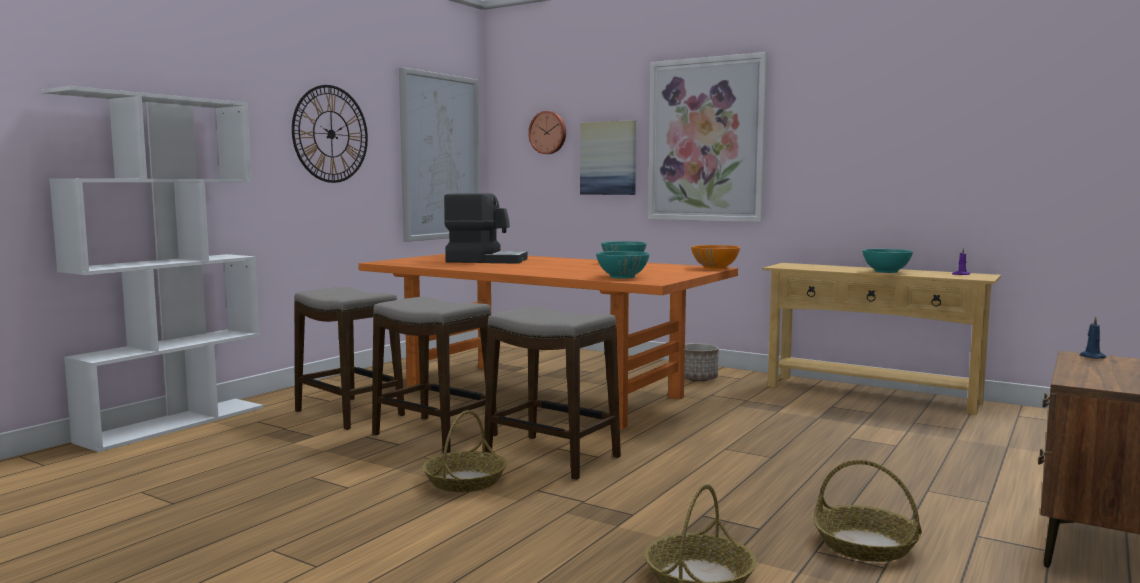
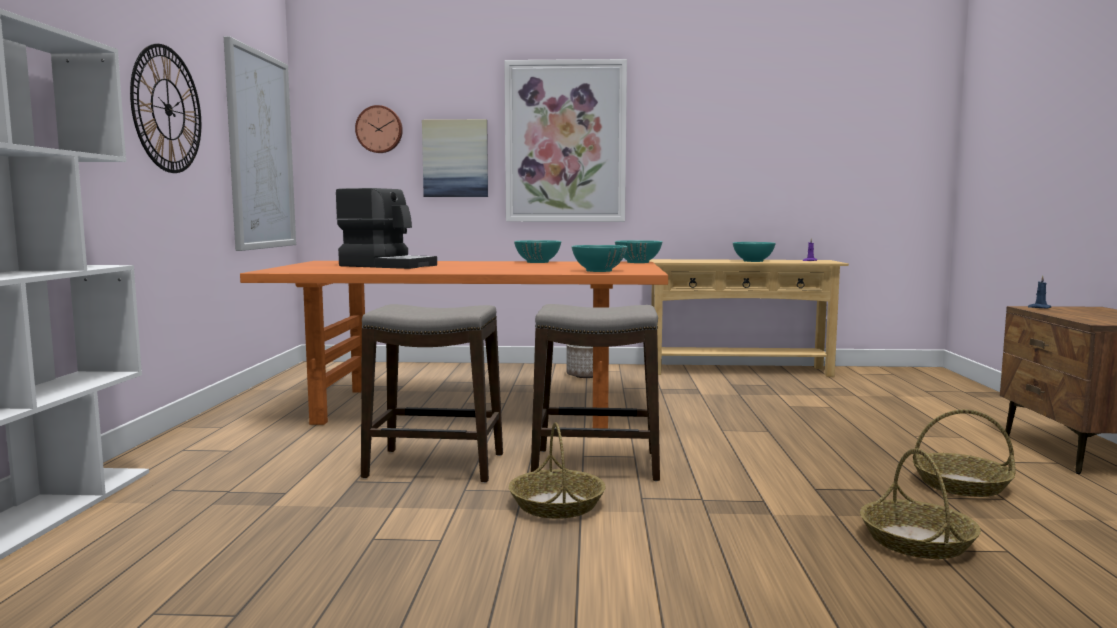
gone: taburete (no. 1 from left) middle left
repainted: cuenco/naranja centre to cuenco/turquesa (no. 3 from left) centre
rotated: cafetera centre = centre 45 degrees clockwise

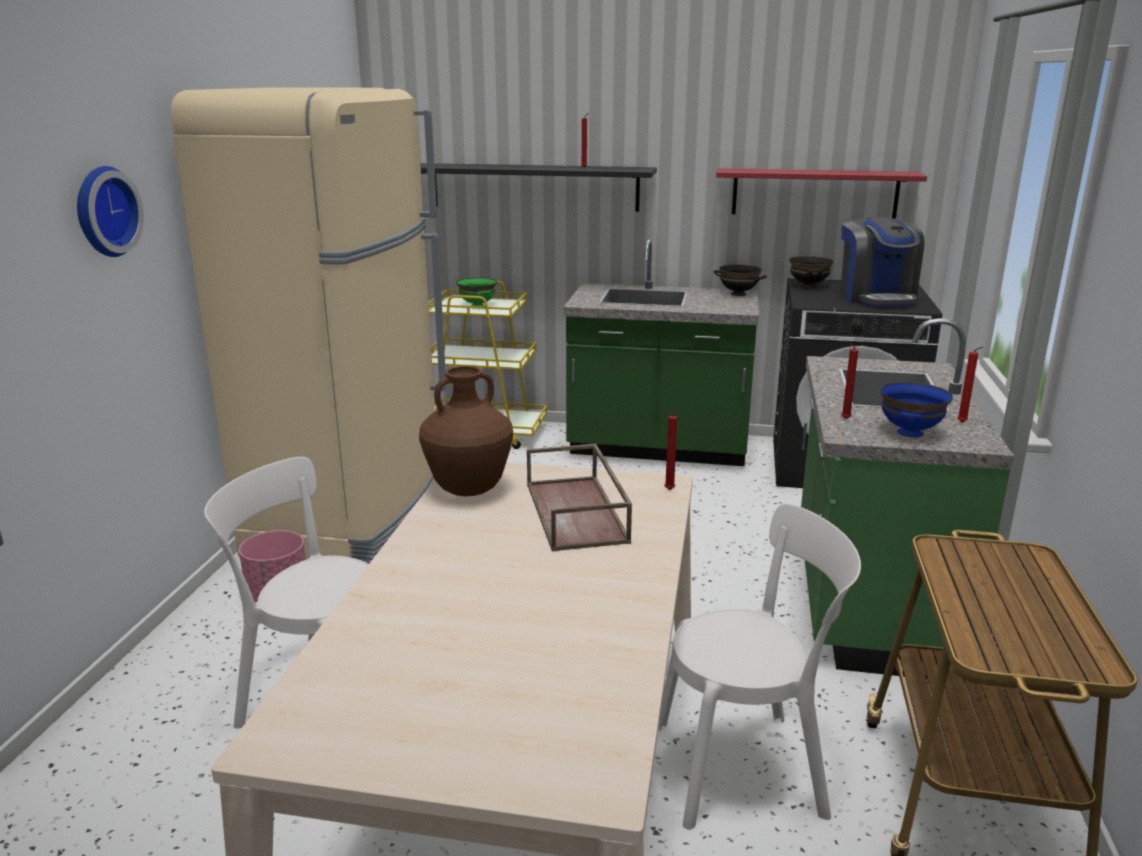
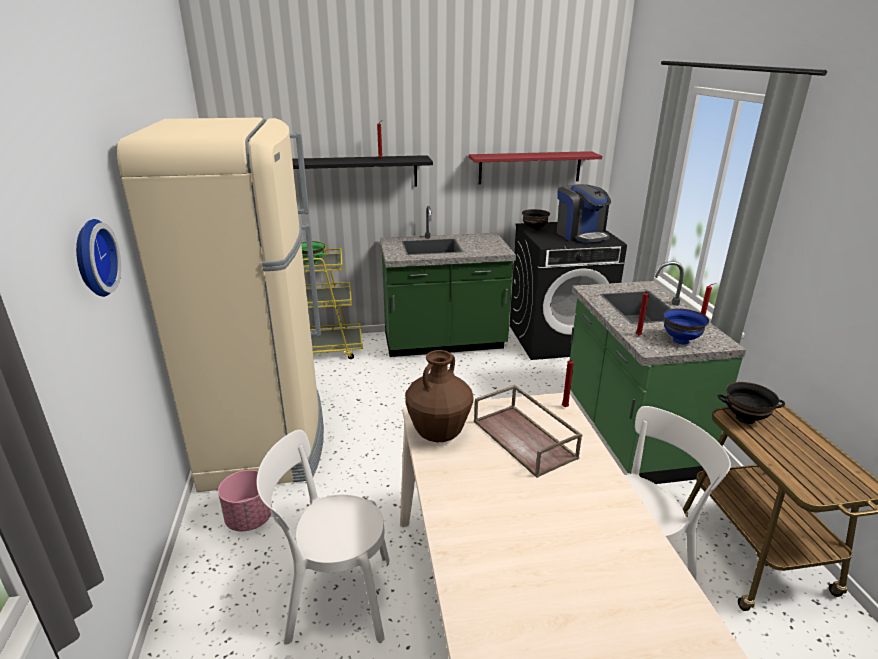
shifted: cuenco/negro (no. 1 from left in the first image) top centre to cuenco/negro (no. 2 from left) middle right

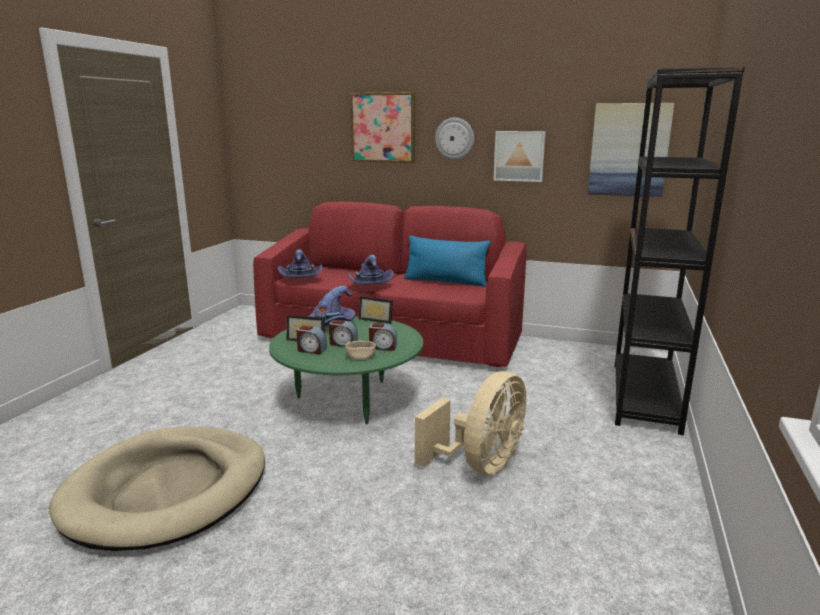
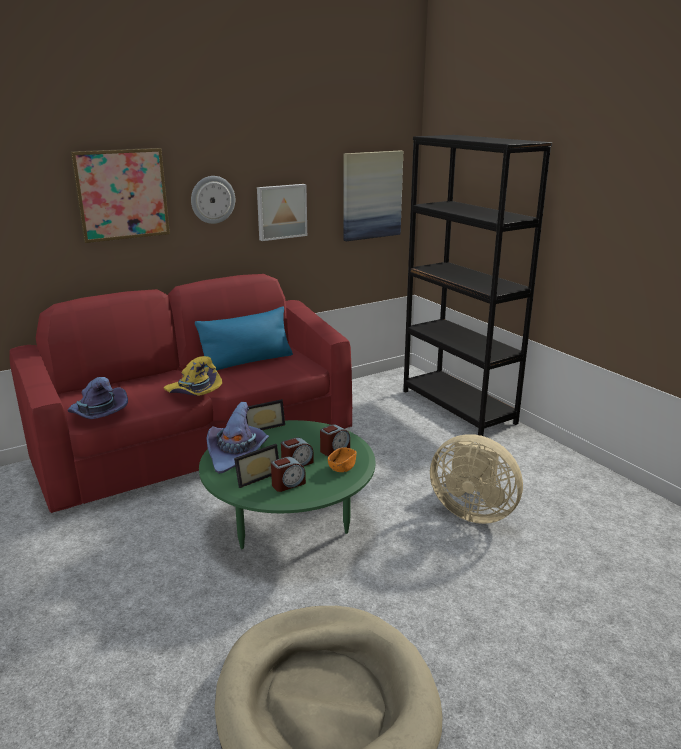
repainted: sombrero/morado (no. 3 from left) centre to sombrero/amarillo middle left; cuenco/beis centre to cuenco/naranja centre
rotated: ventilador/beis bottom centre = middle right 135 degrees clockwise

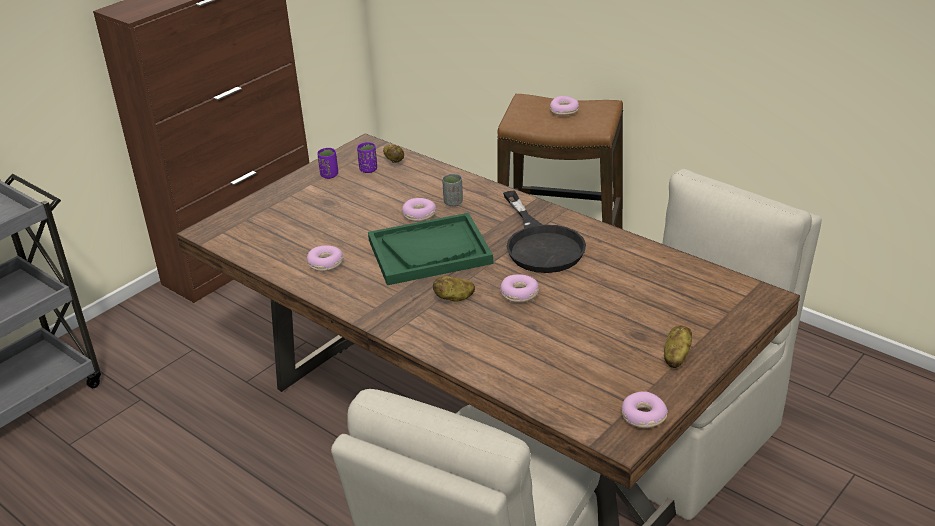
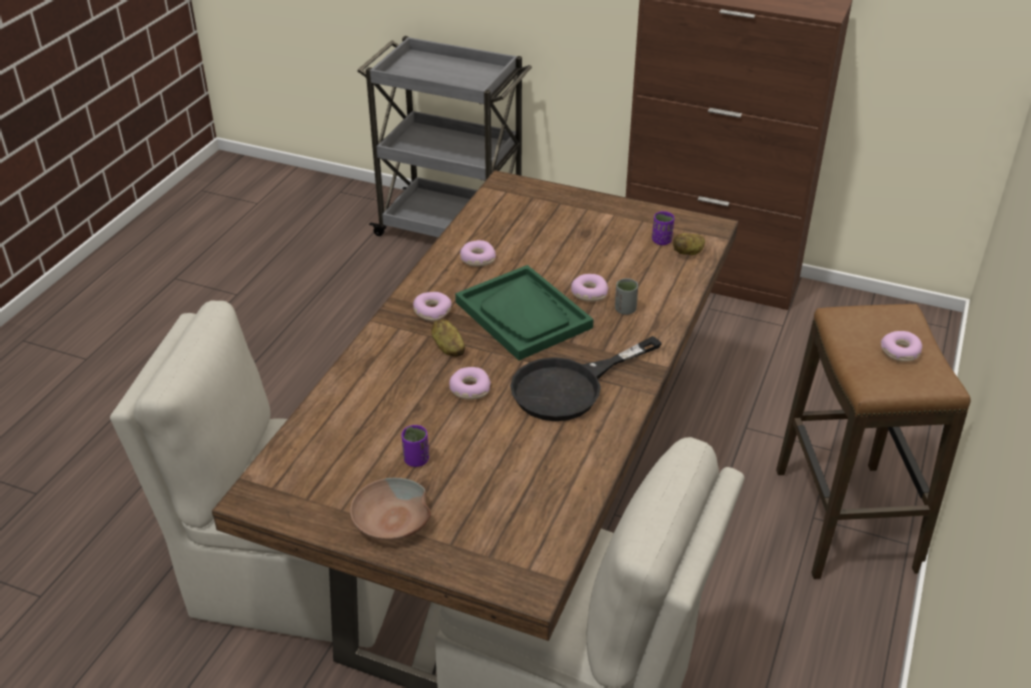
shifted: taza/morado (no. 1 from left) top centre to centre; rosquilla (no. 5 from left in the first image) bottom right to rosquilla (no. 1 from left) centre
swapped: patata (no. 3 from left) middle right to cuenco/marrón bottom centre

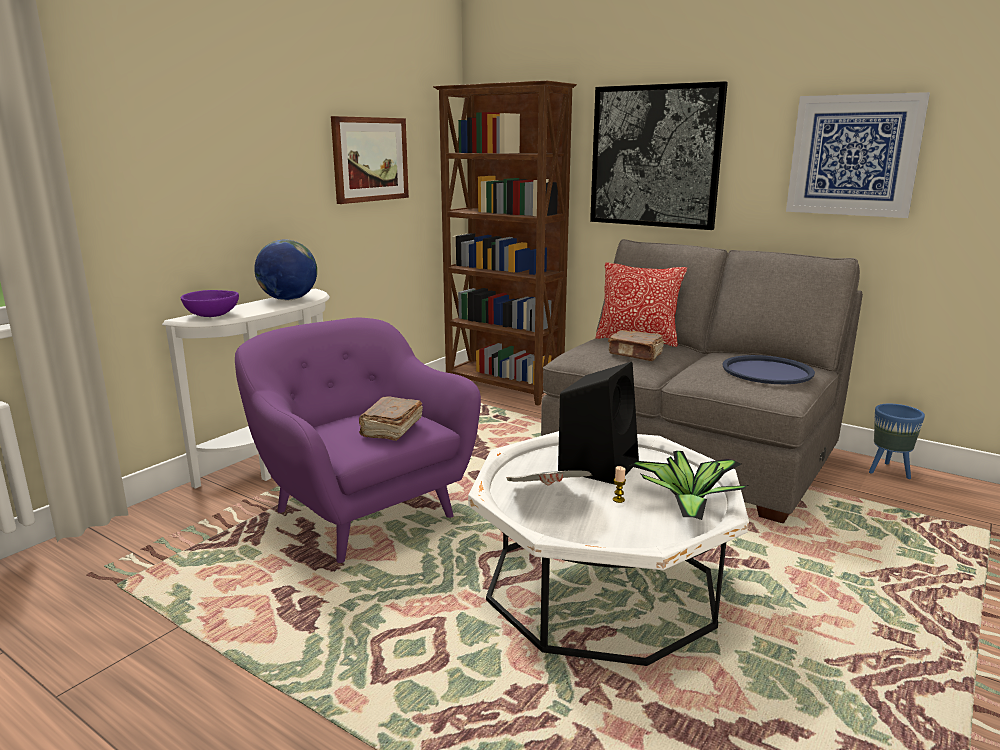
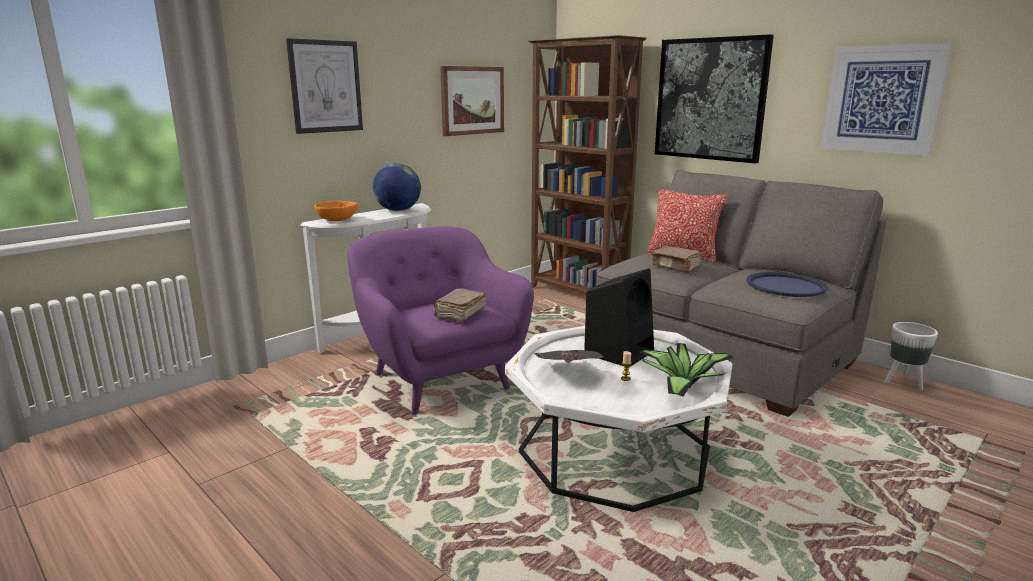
new: cuadro (no. 1 from left) top left
repainted: cuenco/morado middle left to cuenco/naranja middle left; maceta/azul middle right to maceta/blanco middle right

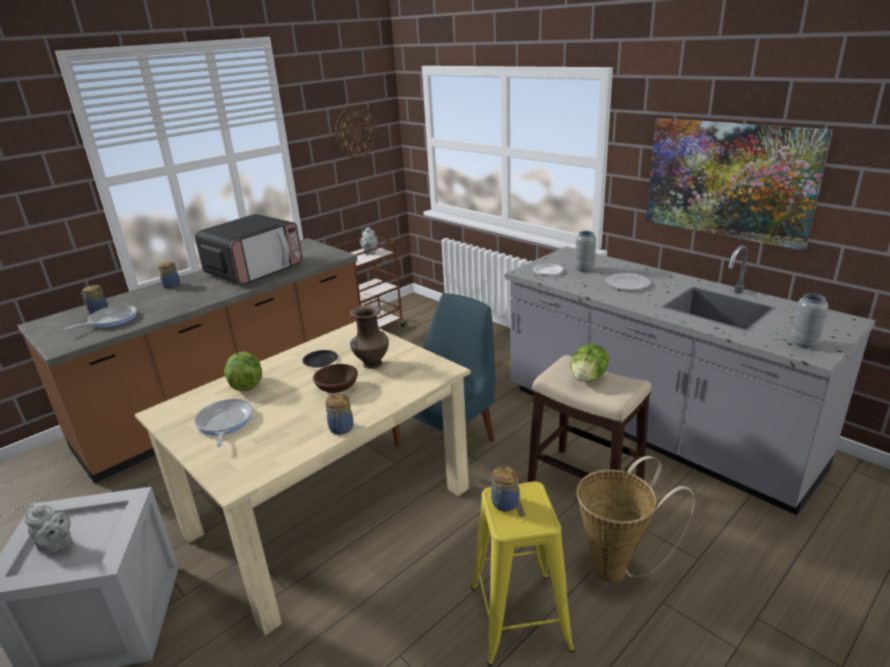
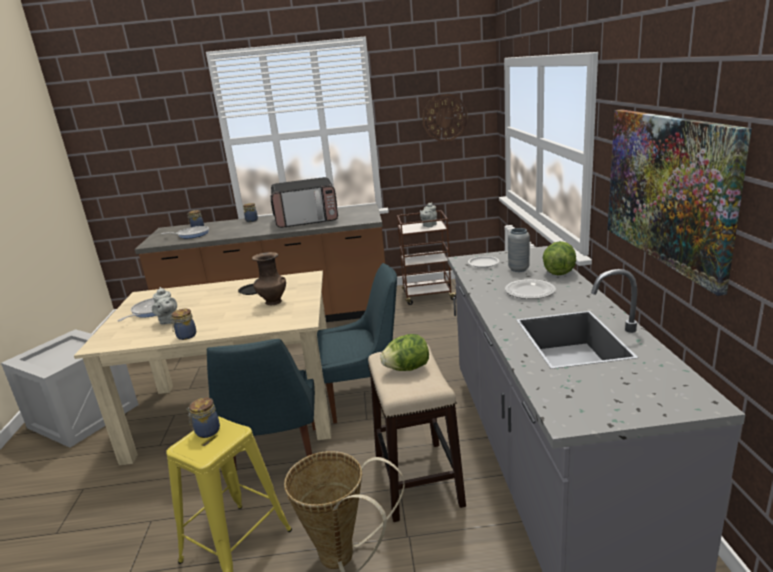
gone: florero/gris (no. 2 from left) middle right; cuenco/marrón centre
new: silla/azul (no. 1 from left) bottom centre
shifted: lechuga (no. 1 from left in the first image) middle left to lechuga (no. 2 from left) middle right; tetera/gris (no. 1 from left) bottom left to middle left

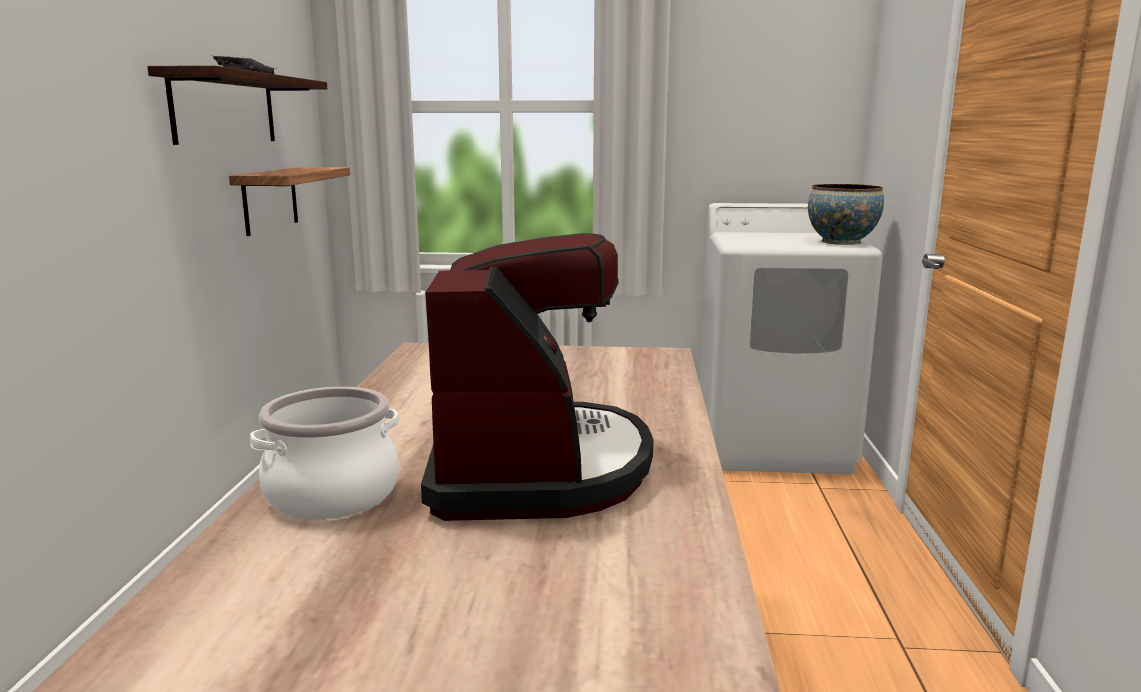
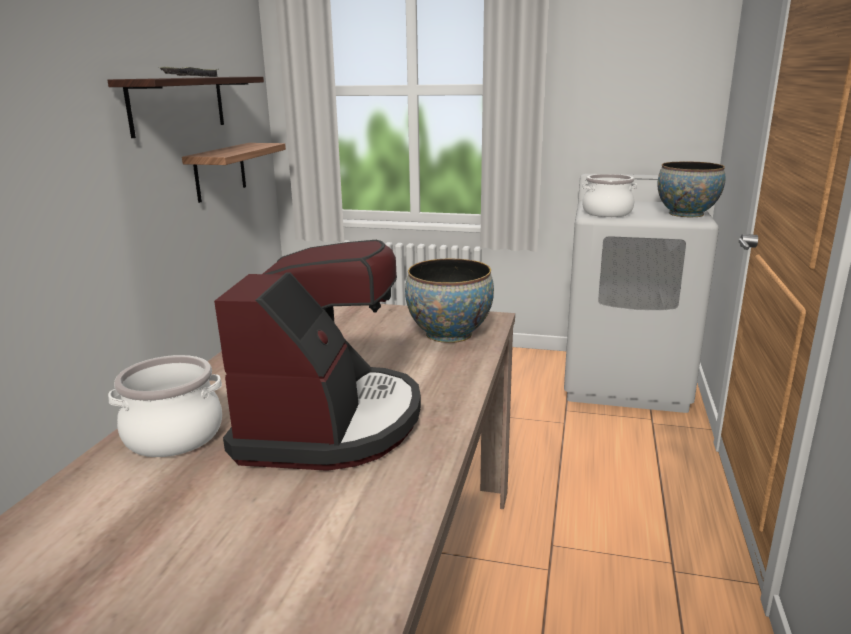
new: olla (no. 2 from left) top right; cuenco (no. 1 from left) centre

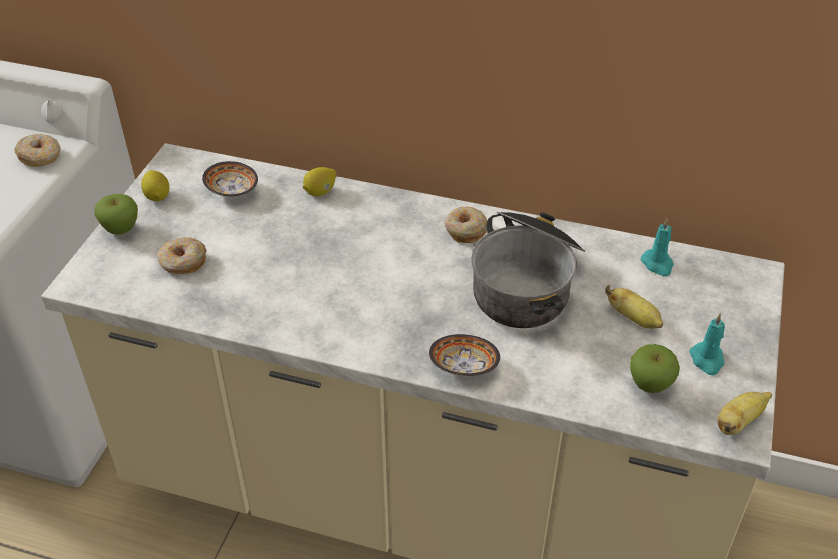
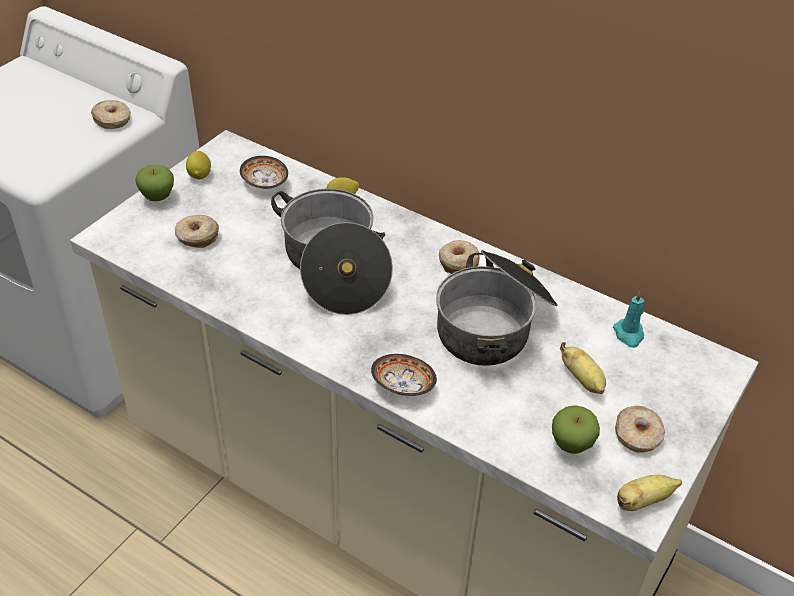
new: olla (no. 1 from left) centre
swapped: vela/turquesa (no. 2 from left) middle right to rosquilla (no. 4 from left) bottom right

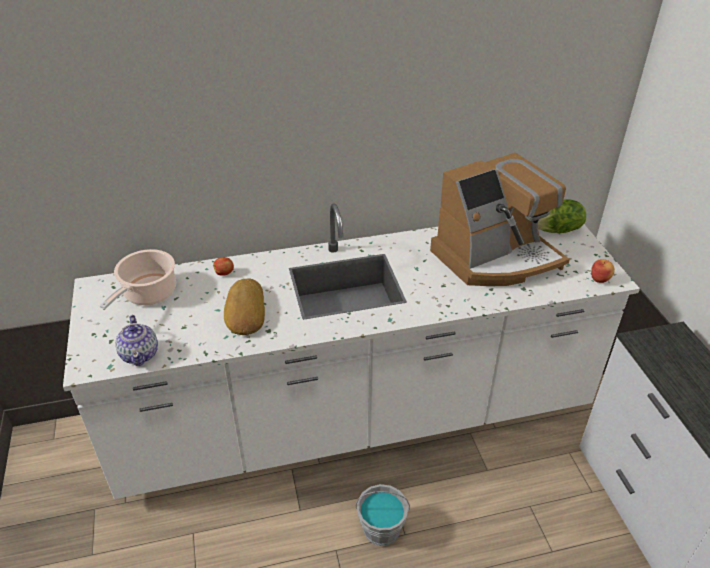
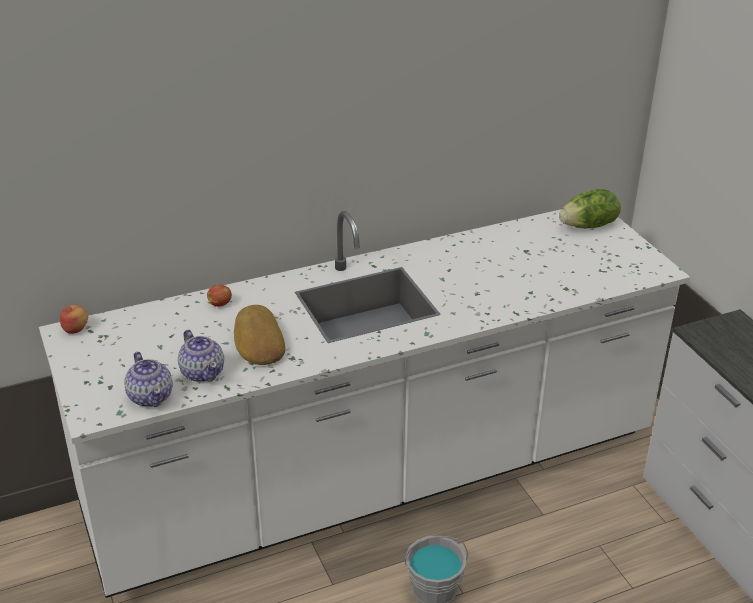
gone: cafetera middle right; olla middle left
new: tetera (no. 2 from left) middle left
shifted: manzana (no. 2 from left in the first image) middle right to manzana (no. 1 from left) middle left

